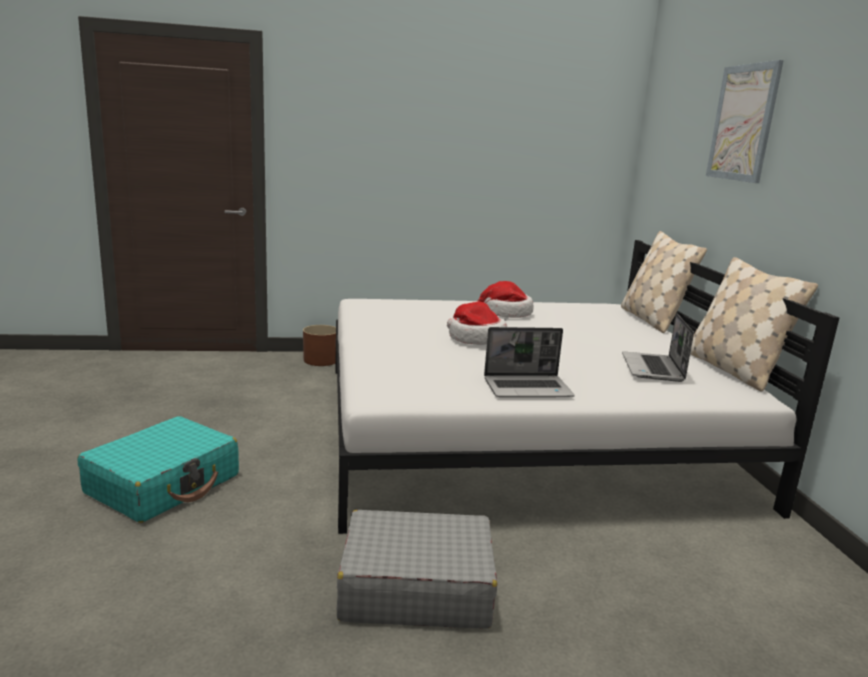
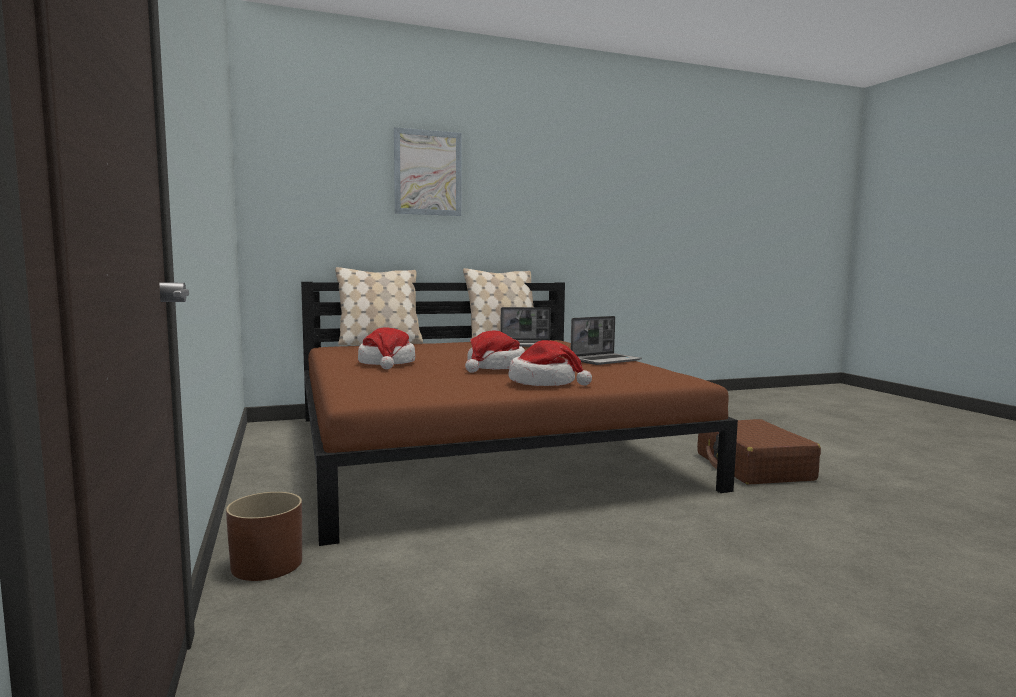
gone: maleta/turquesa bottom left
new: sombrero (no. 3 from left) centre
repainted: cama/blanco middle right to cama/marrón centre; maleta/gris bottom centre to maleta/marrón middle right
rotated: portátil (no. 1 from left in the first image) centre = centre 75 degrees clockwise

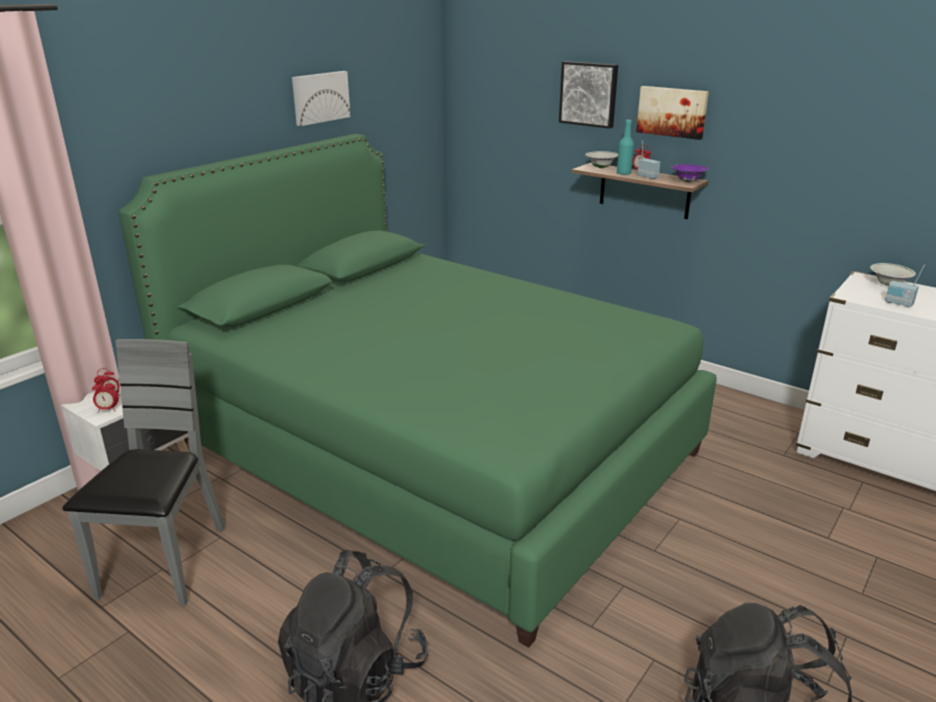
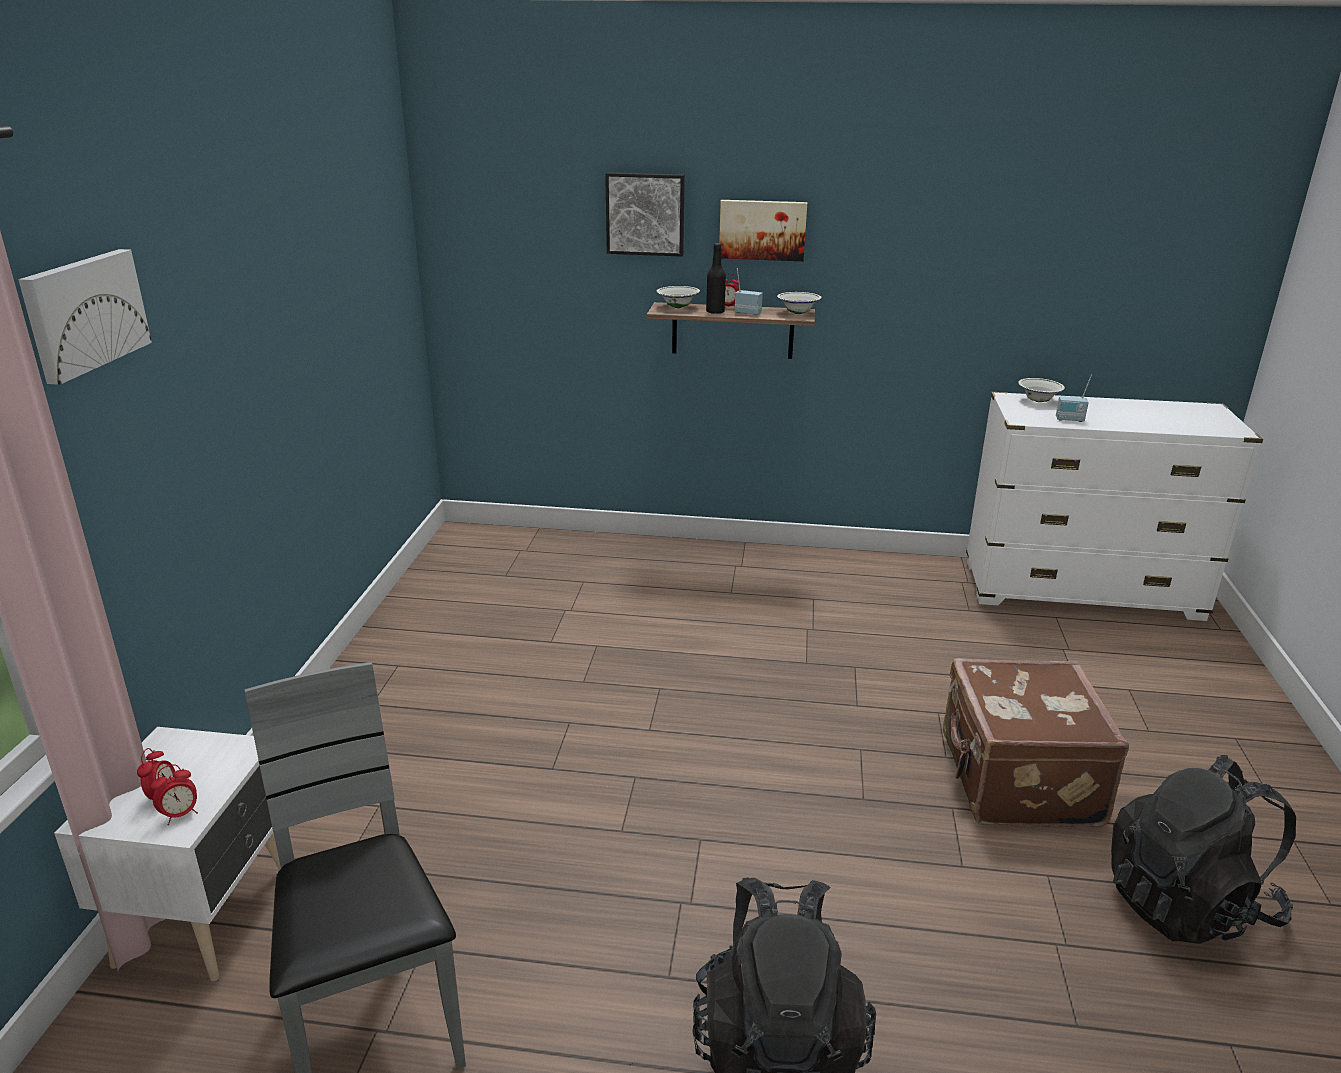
gone: cama/verde centre
new: maleta/marrón bottom right
shifted: cuadro (no. 1 from left) top centre to top left
repainted: botella/turquesa top right to botella/negro top centre; cuenco/morado top right to cuenco/blanco (no. 2 from left) top centre

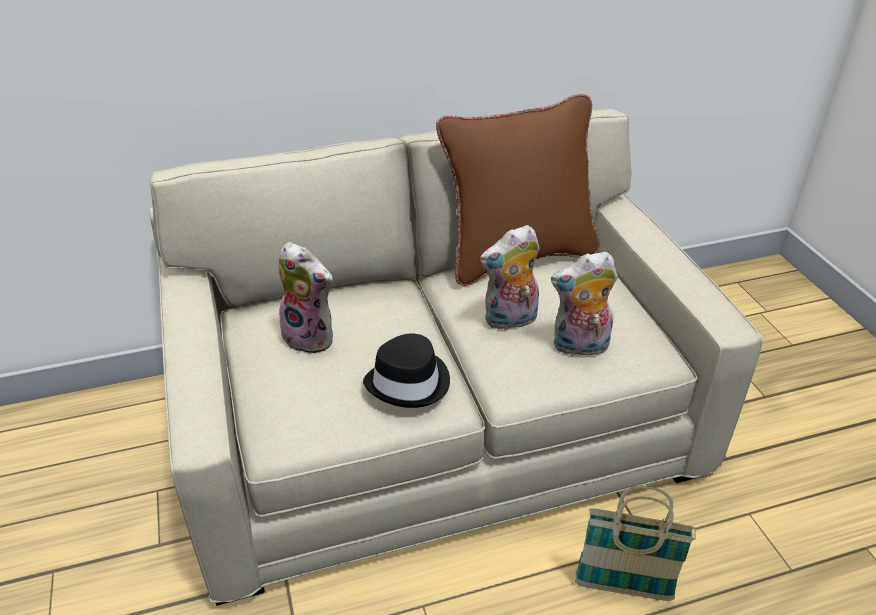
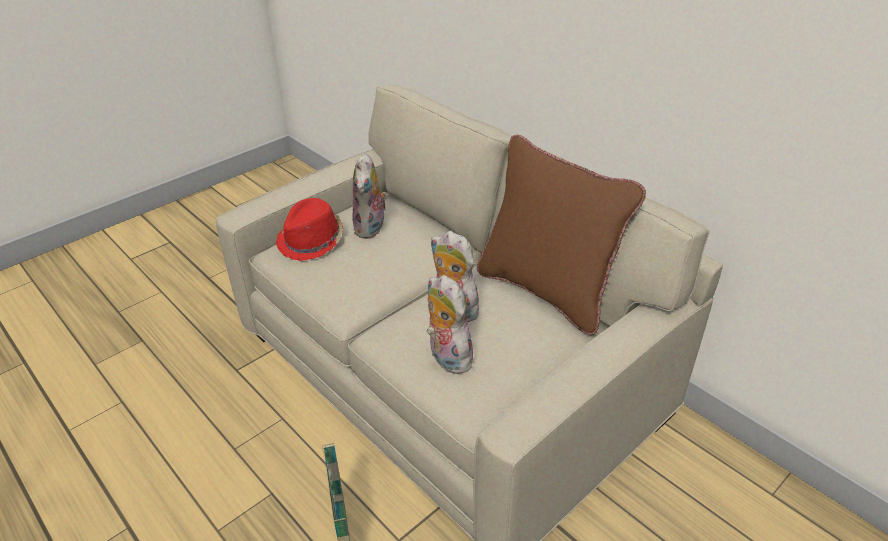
gone: sombrero/negro centre
new: sombrero/rojo centre

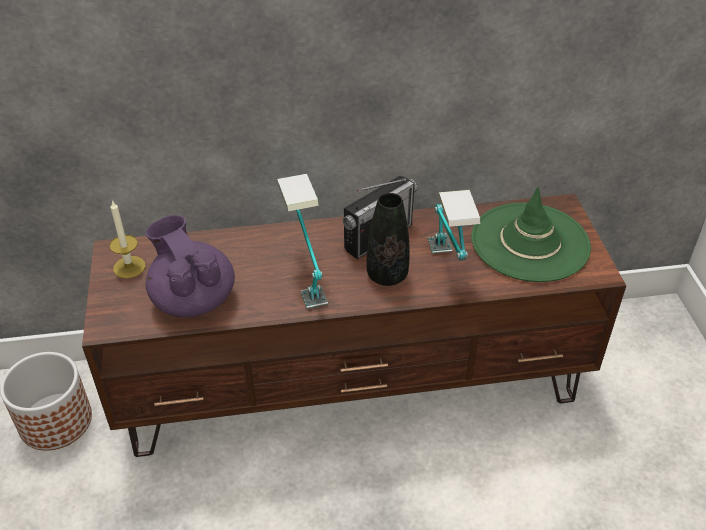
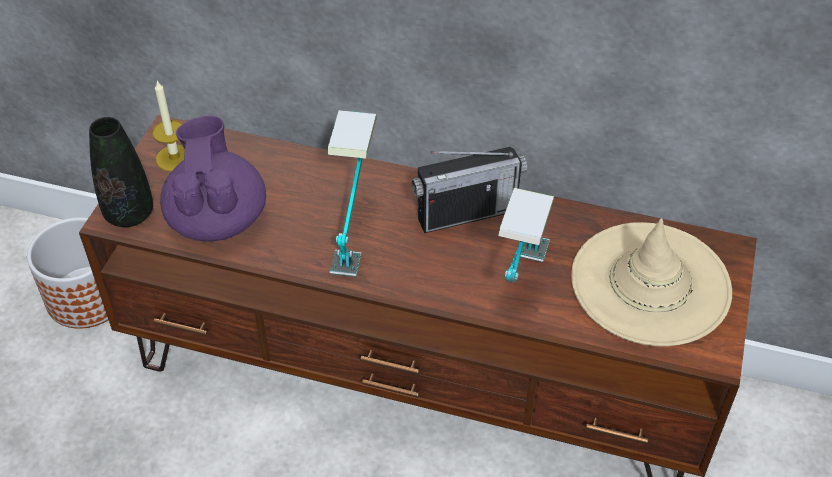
shifted: florero/negro centre to middle left
repainted: sombrero/verde middle right to sombrero/beis middle right

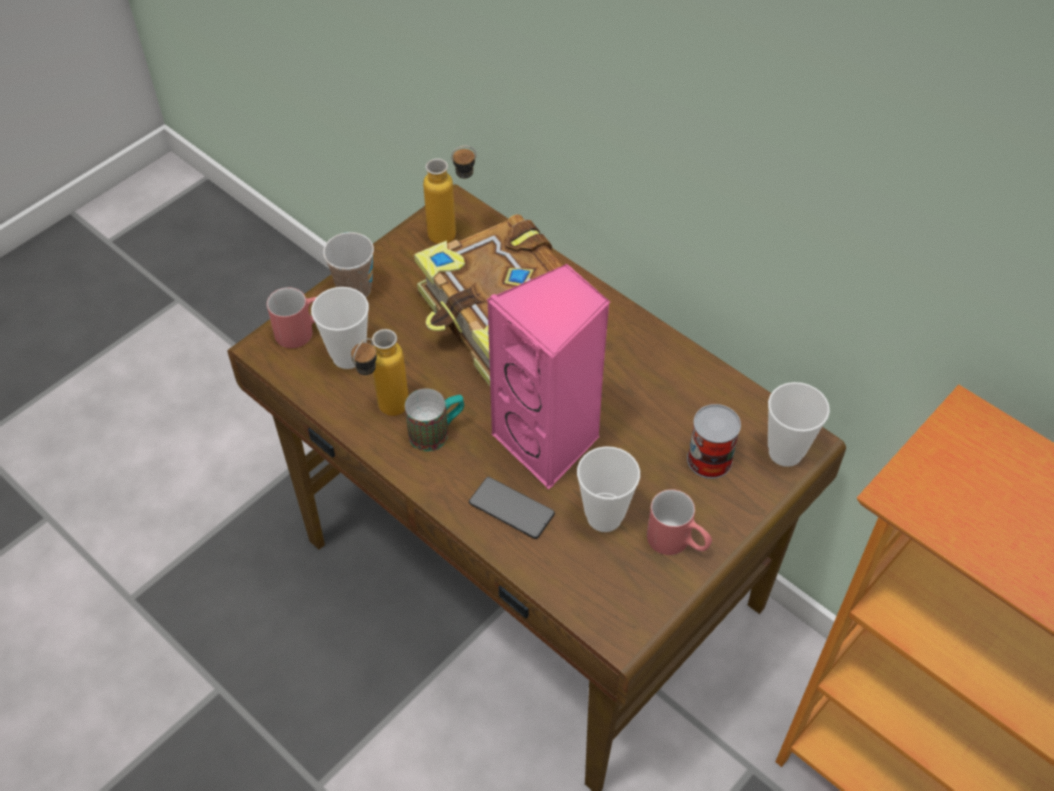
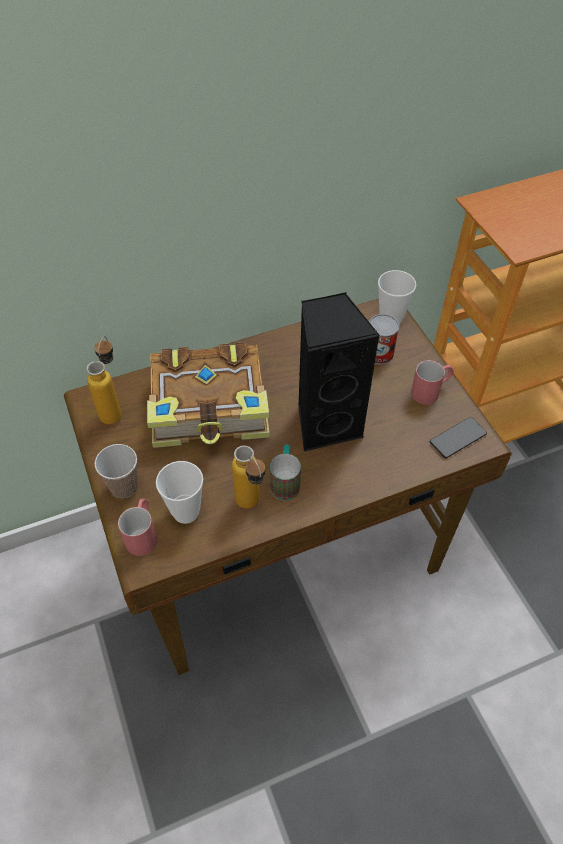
gone: taza (no. 3 from left) centre
shifted: móvil centre to middle right
repainted: altavoz/rosa centre to altavoz/negro centre

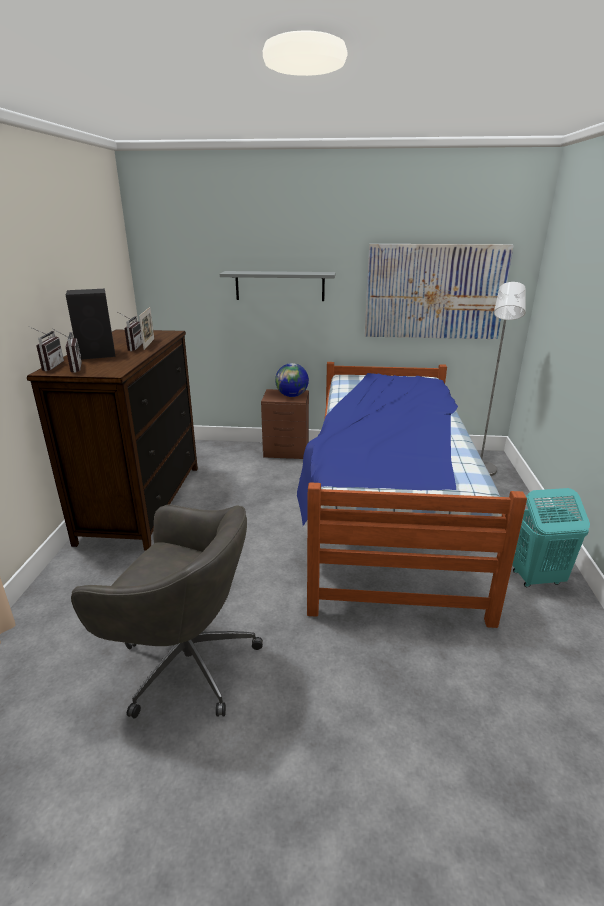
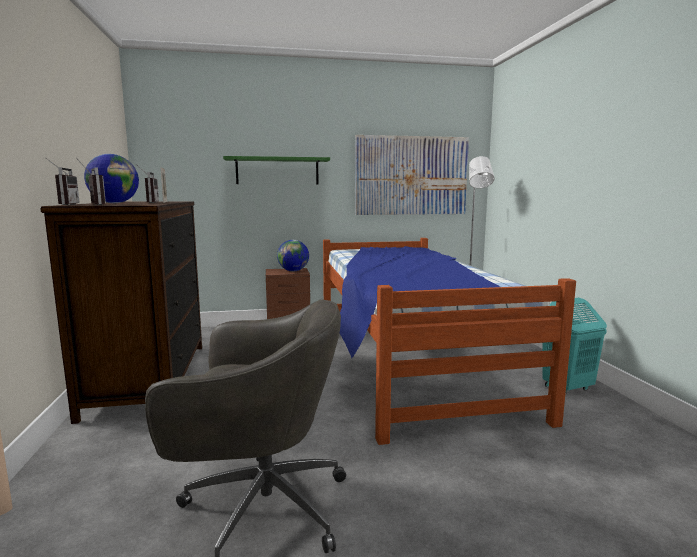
swapped: altavoz/negro middle left to globo terráqueo (no. 1 from left) top left
repainted: estante/gris top centre to estante/verde top centre

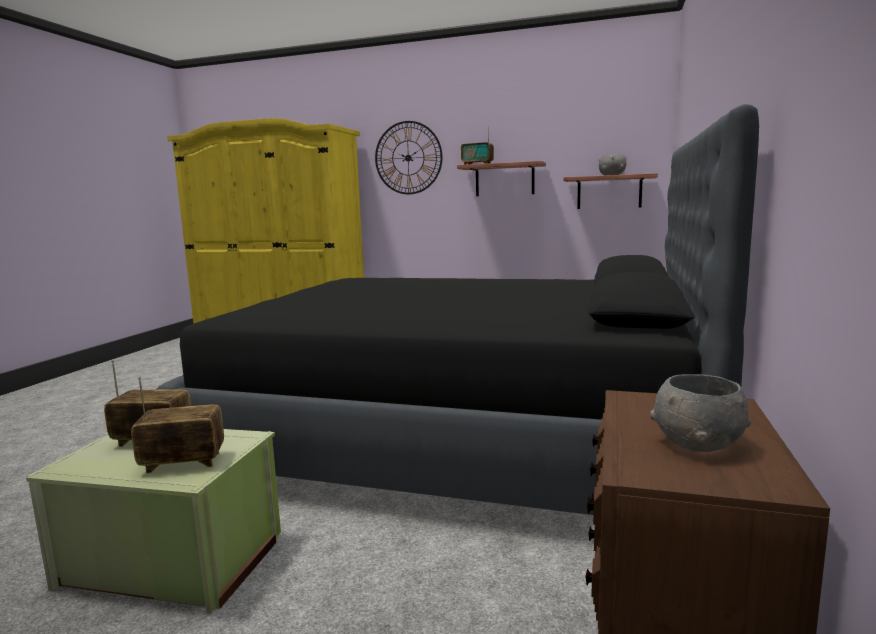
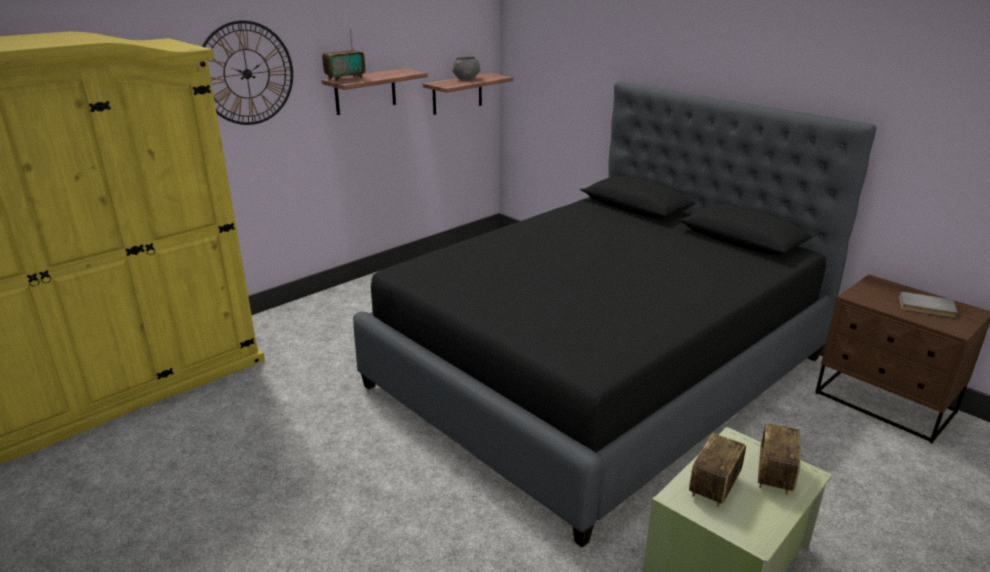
swapped: cuenco/gris (no. 2 from left) middle right to libro/gris middle right

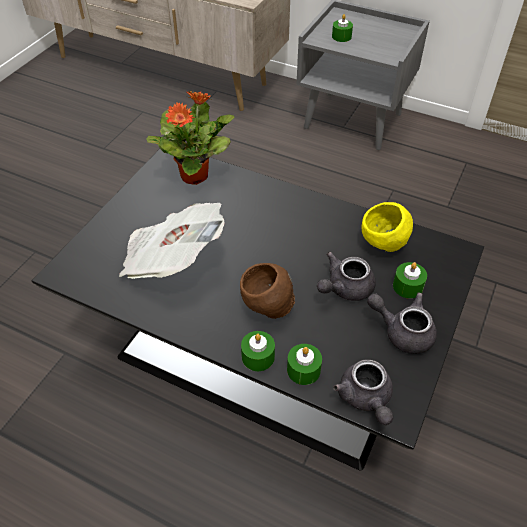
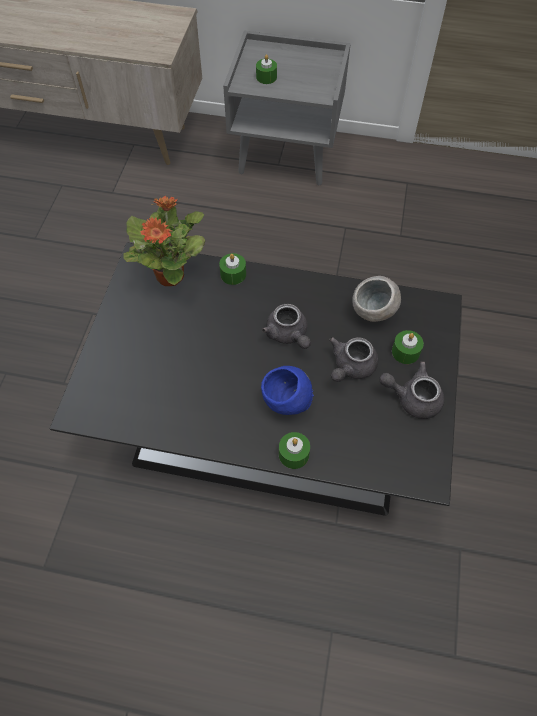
gone: periódico middle left
shifted: vela/verde (no. 2 from left in the first image) bottom centre to vela/verde (no. 1 from left) centre; tetera/gris (no. 2 from left in the first image) bottom right to tetera/gris (no. 1 from left) centre
repainted: cuenco/amarillo middle right to cuenco/gris middle right; cuenco/marrón centre to cuenco/azul centre

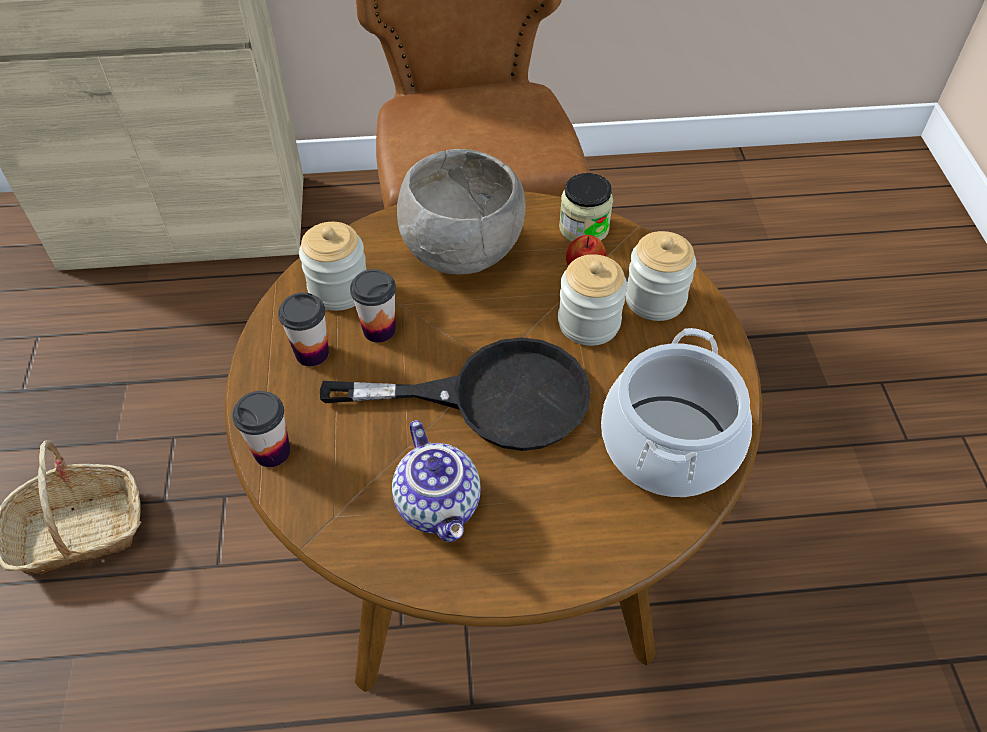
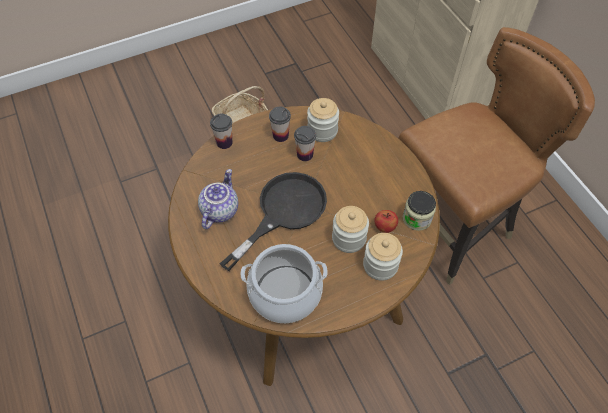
gone: cuenco/gris top centre
rotated: sartén/negro centre = centre 120 degrees counterclockwise; tetera centre = centre 150 degrees clockwise

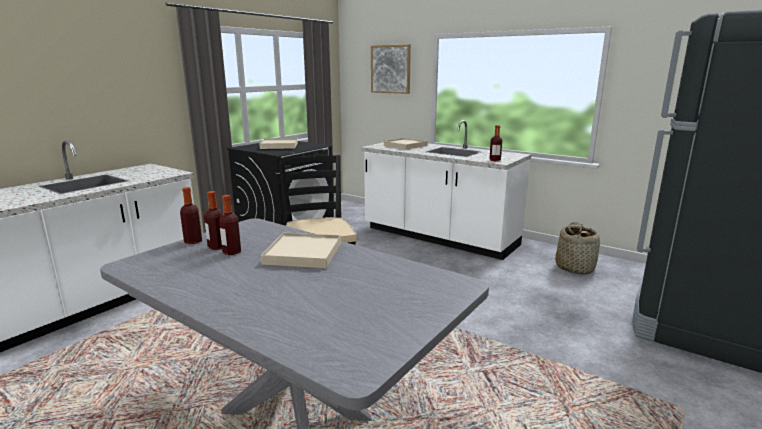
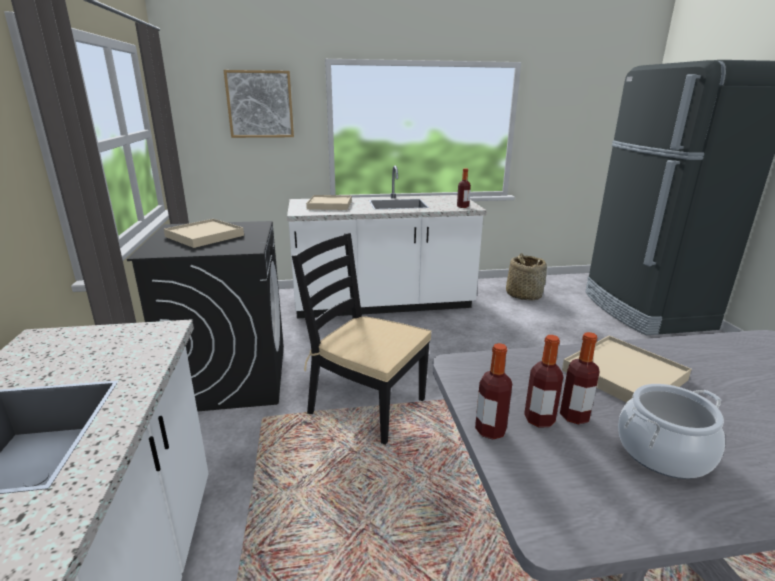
new: olla bottom right

